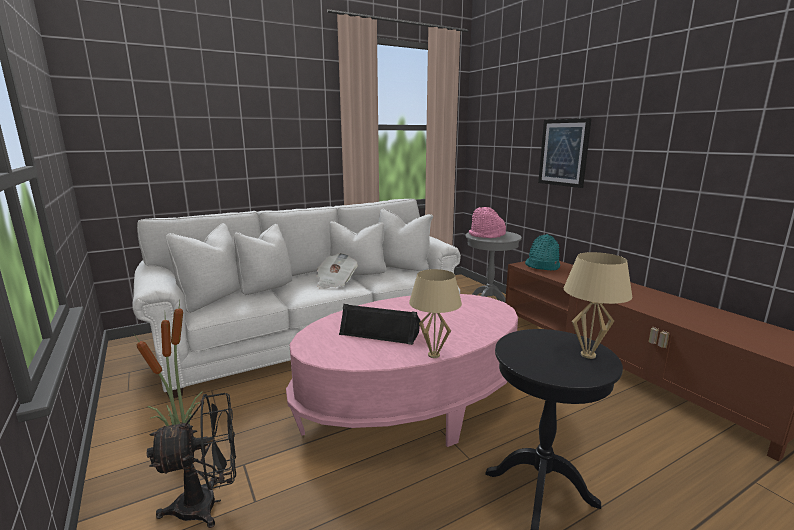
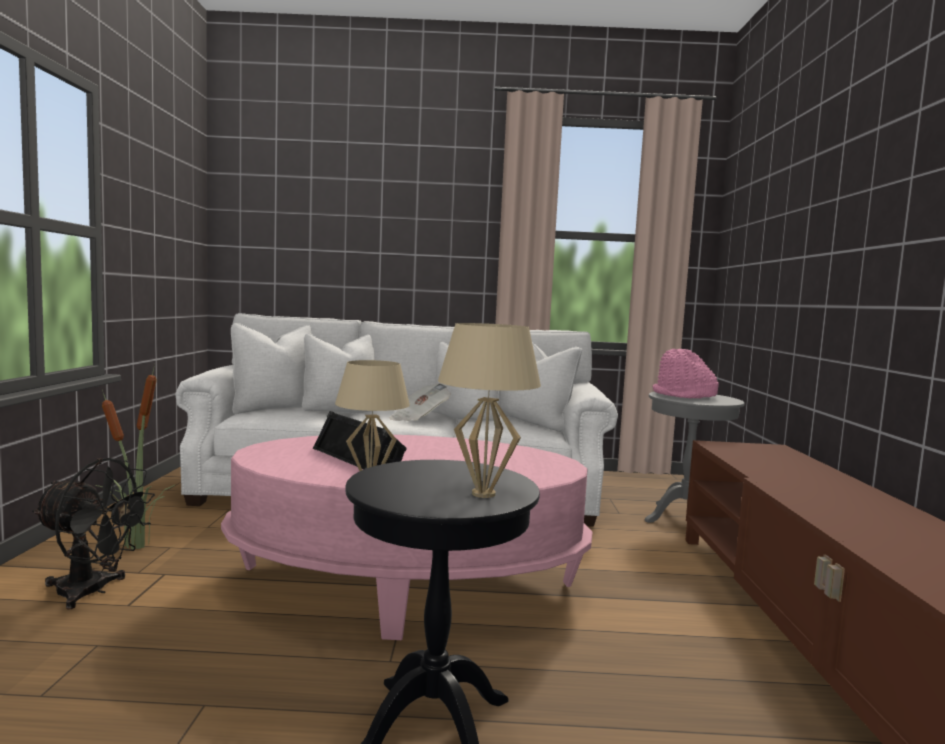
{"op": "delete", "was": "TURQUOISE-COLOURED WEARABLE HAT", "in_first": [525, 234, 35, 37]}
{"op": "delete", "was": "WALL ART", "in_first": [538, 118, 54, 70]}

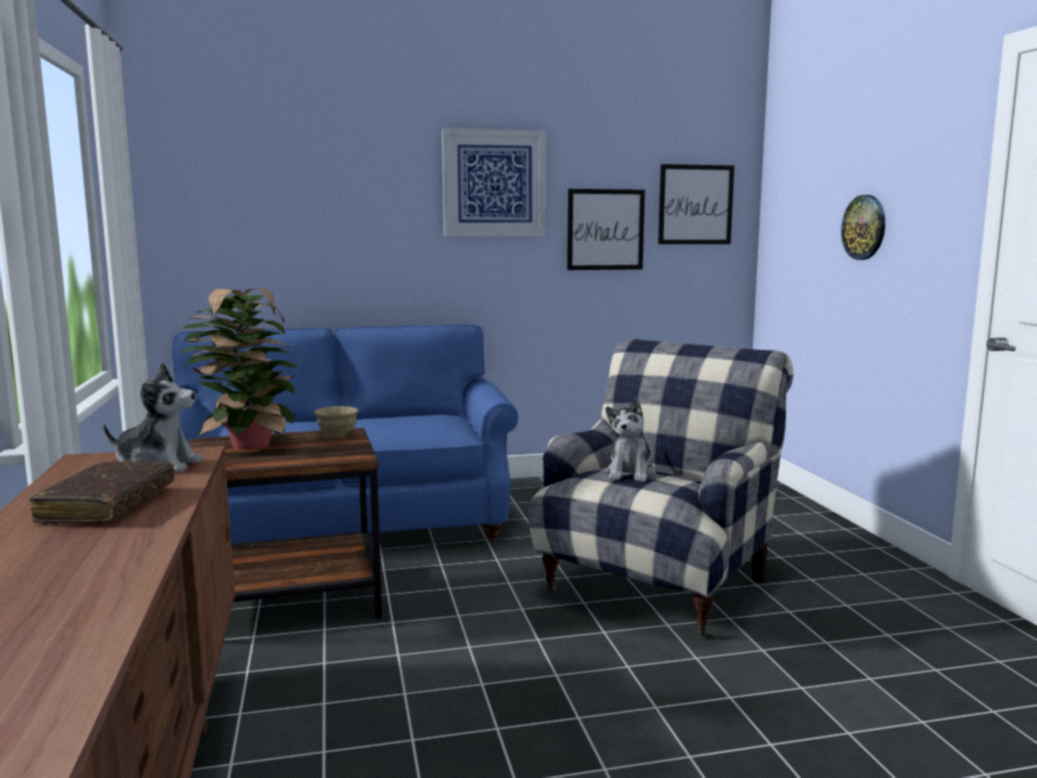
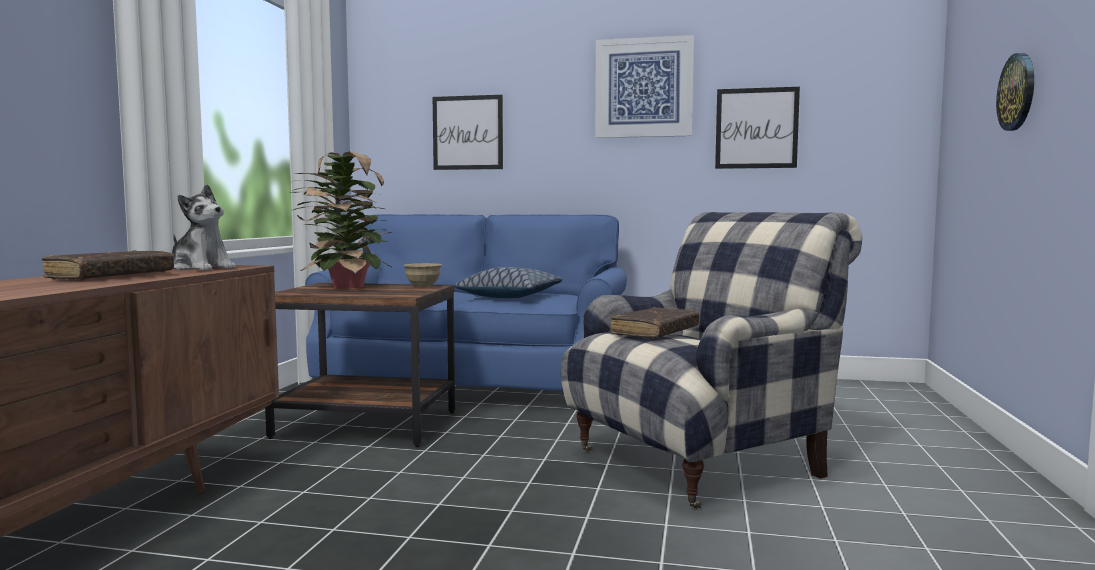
{"op": "insert", "now": "THROW PILLOW", "in_second": [454, 267, 108, 31]}
{"op": "move", "was": "WALL ART", "in_first": [658, 164, 76, 80], "in_second": [433, 95, 70, 75]}
{"op": "replace", "was": "PLUSH TOY", "now": "BROWNISH BOUND BOOK", "in_first": [606, 398, 50, 84], "in_second": [610, 307, 89, 31]}

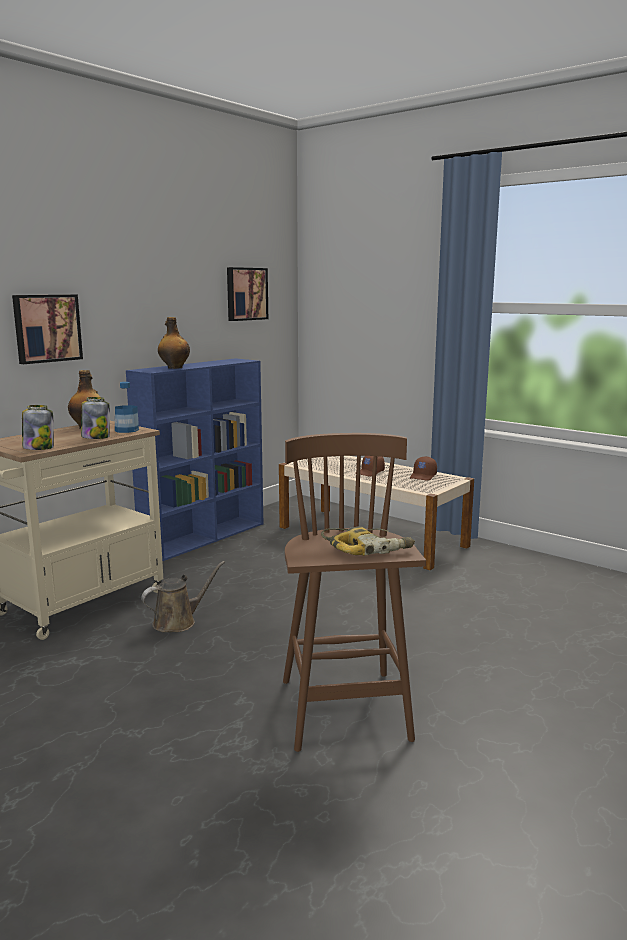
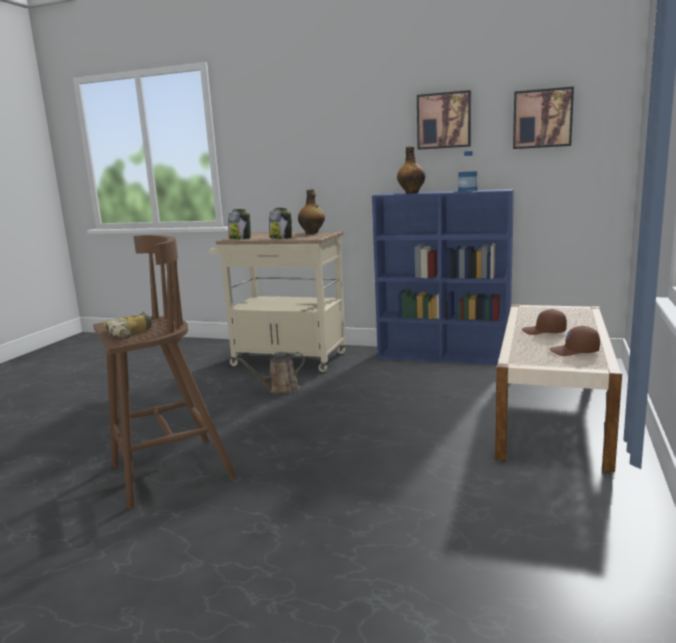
{"op": "move", "was": "WALL ART", "in_first": [12, 294, 71, 70], "in_second": [417, 90, 54, 60]}
{"op": "move", "was": "BEVERAGE BOTTLE", "in_first": [115, 382, 24, 51], "in_second": [458, 151, 20, 41]}
{"op": "rotate", "was": "BROWNISH WATERING CAN", "in_first": [141, 561, 84, 71], "in_second": [235, 352, 70, 42], "clockwise": 120}

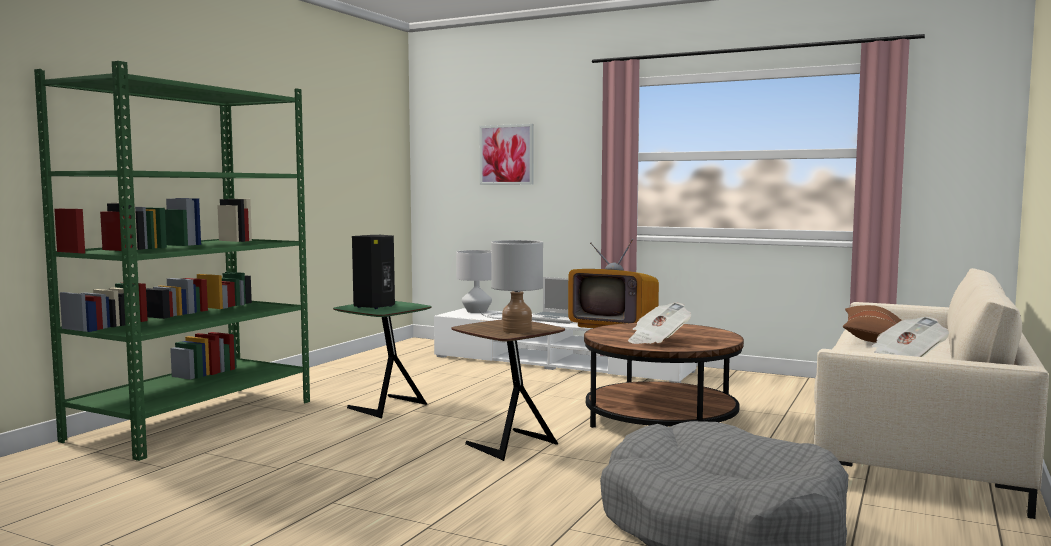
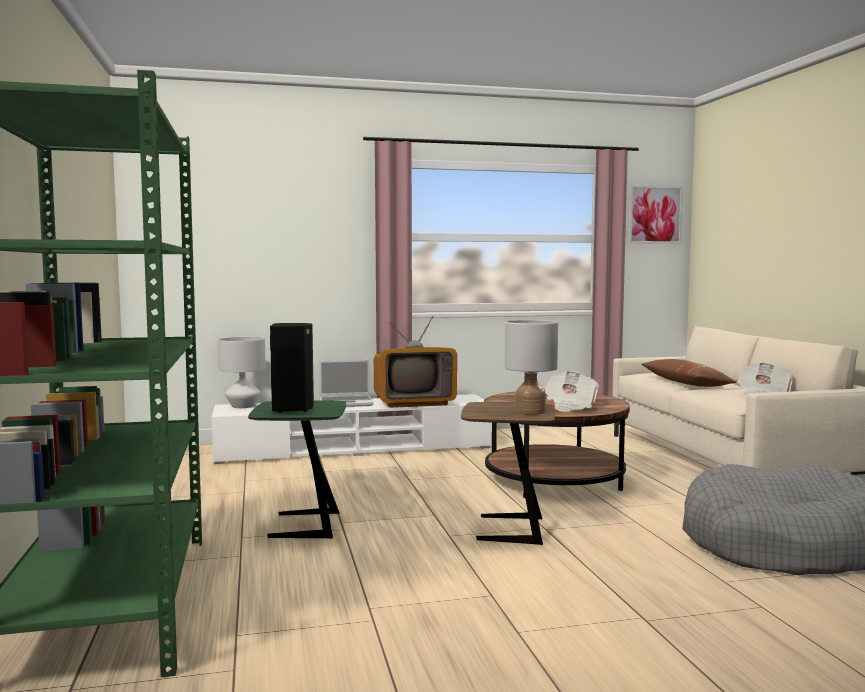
{"op": "move", "was": "WALL ART", "in_first": [479, 124, 54, 61], "in_second": [628, 185, 55, 59]}

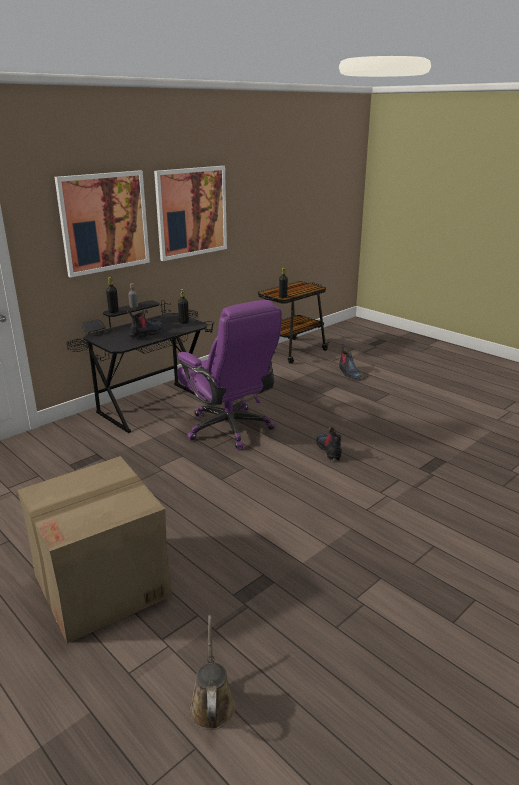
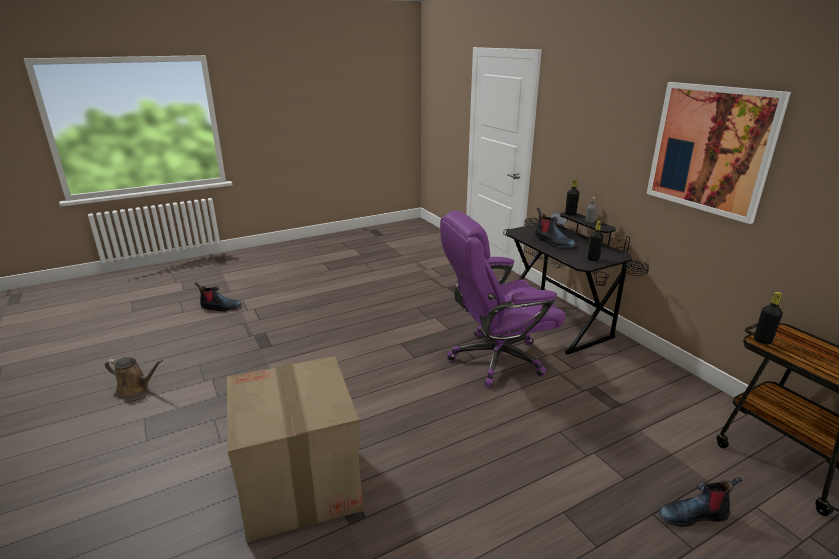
{"op": "delete", "was": "WALL ART", "in_first": [55, 170, 95, 108]}
{"op": "move", "was": "CARTON", "in_first": [17, 456, 155, 187], "in_second": [227, 356, 137, 187]}
{"op": "move", "was": "BROWNISH WATERING CAN", "in_first": [189, 615, 46, 115], "in_second": [105, 357, 58, 40]}
{"op": "move", "was": "BOOT", "in_first": [316, 427, 26, 34], "in_second": [195, 282, 46, 30]}

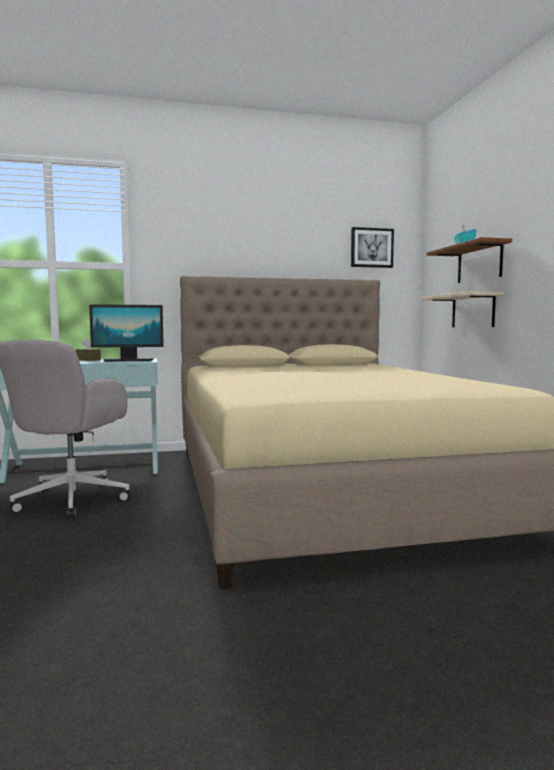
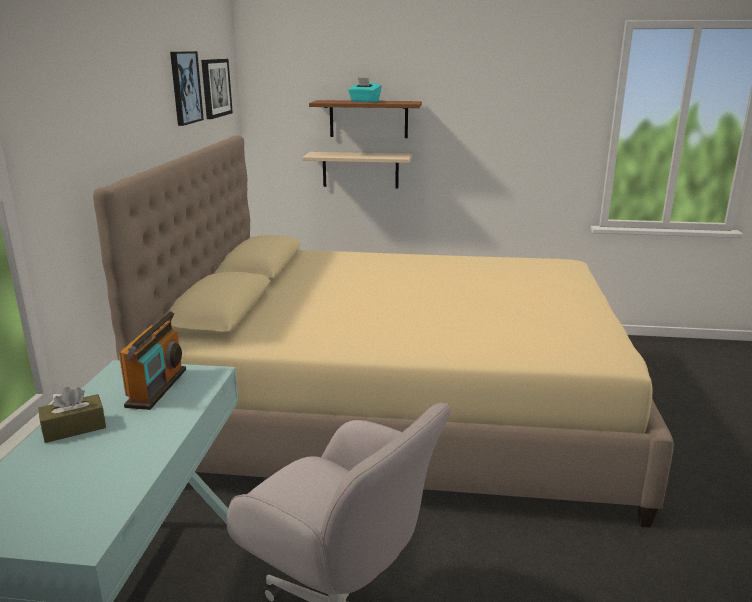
{"op": "insert", "now": "WALL ART", "in_second": [170, 51, 34, 75]}
{"op": "replace", "was": "MONITOR", "now": "RADIO SET", "in_first": [89, 304, 75, 58], "in_second": [119, 311, 67, 99]}

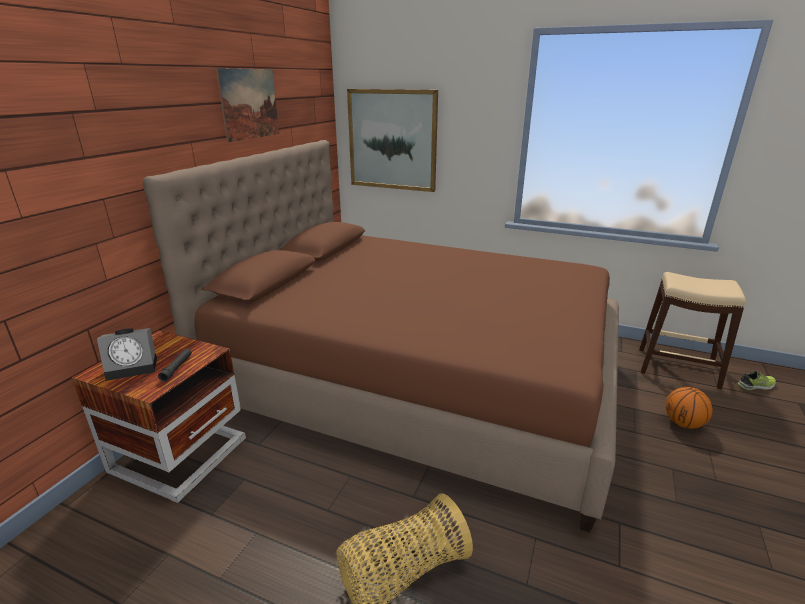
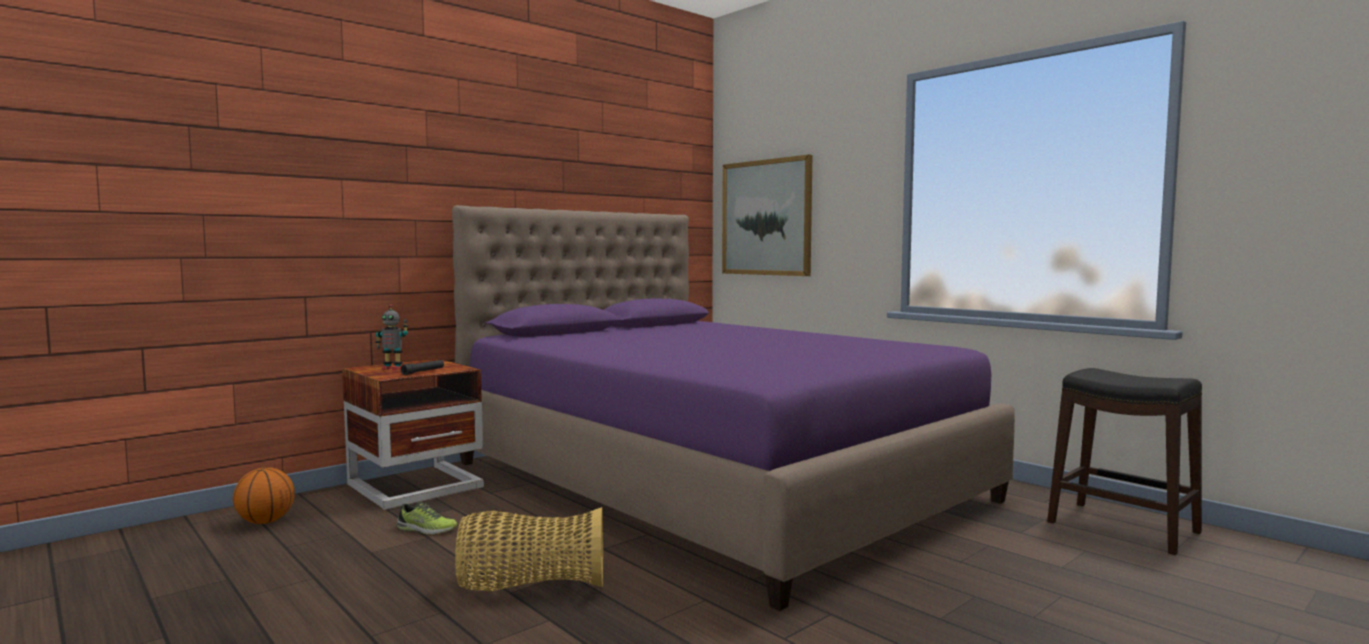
{"op": "delete", "was": "WALL ART", "in_first": [216, 68, 63, 74]}
{"op": "move", "was": "BASKETBALL", "in_first": [666, 387, 47, 42], "in_second": [233, 467, 62, 57]}
{"op": "move", "was": "LOW SHOE", "in_first": [738, 371, 38, 20], "in_second": [396, 501, 61, 34]}
{"op": "replace", "was": "ALARM CLOCK", "now": "ROBOT FIGURE", "in_first": [97, 328, 60, 53], "in_second": [375, 304, 33, 66]}
{"op": "recolor", "was": "BROWNISH BED", "now": "PURPLISH BED", "in_first": [143, 140, 476, 393], "in_second": [452, 205, 563, 406]}
{"op": "recolor", "was": "BEIGE-COLOURED STOOL SEAT", "now": "BLACK STOOL SEAT", "in_first": [639, 272, 107, 117], "in_second": [1047, 368, 155, 187]}

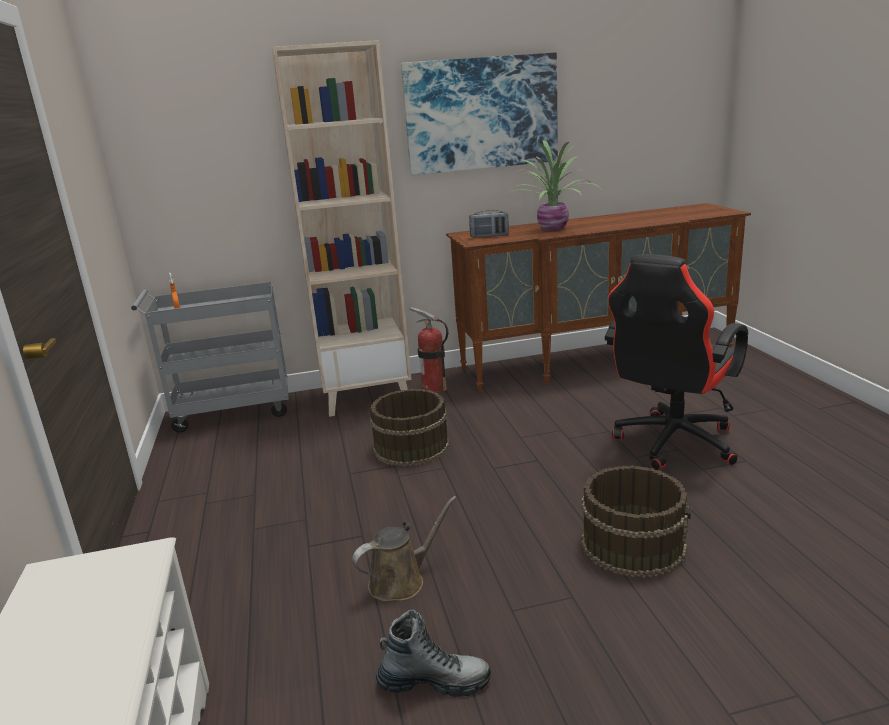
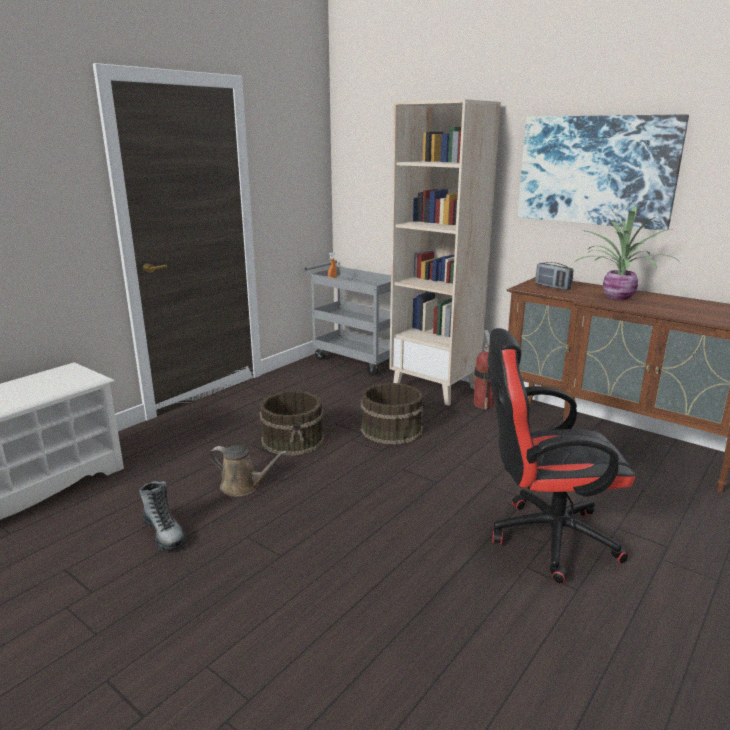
{"op": "move", "was": "BROWNISH WATER BUCKET", "in_first": [581, 465, 111, 113], "in_second": [259, 391, 65, 65]}

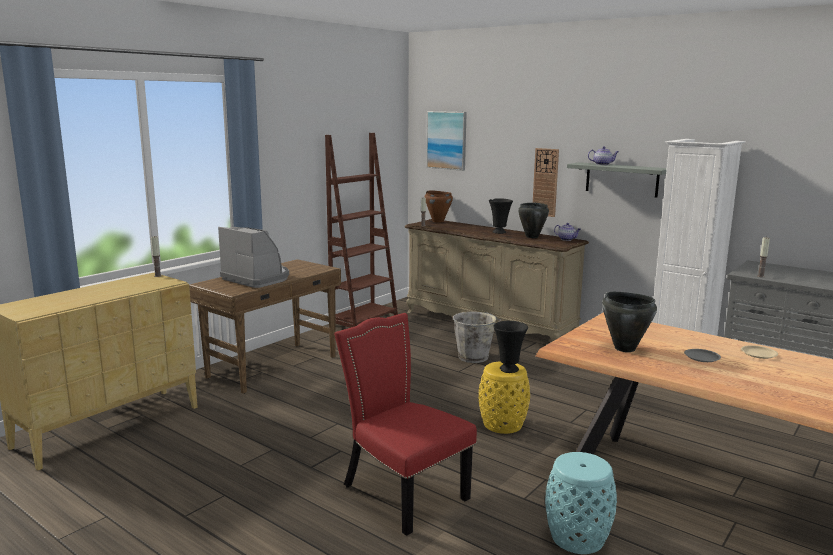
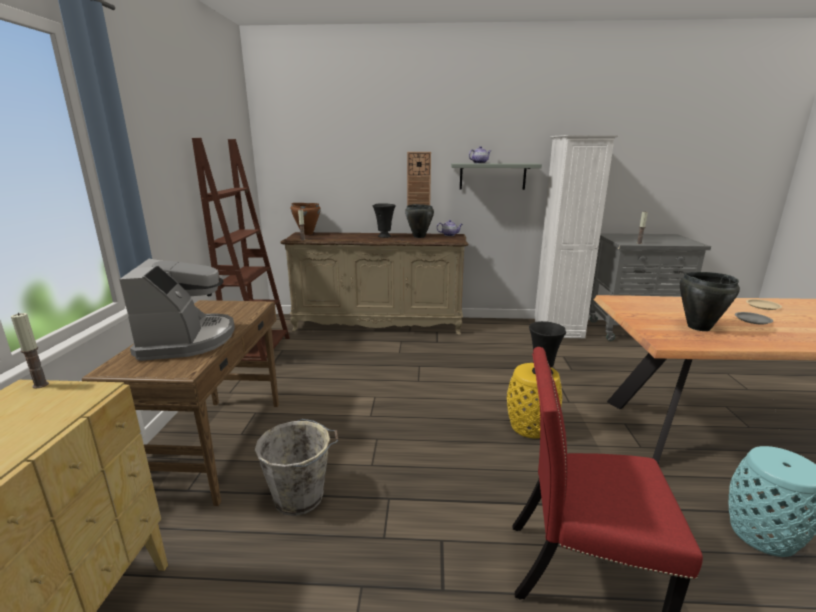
{"op": "delete", "was": "WALL ART", "in_first": [426, 111, 41, 60]}
{"op": "move", "was": "GRAY WATER BUCKET", "in_first": [453, 312, 49, 51], "in_second": [255, 419, 84, 97]}
{"op": "rotate", "was": "COFFEE MAKER", "in_first": [218, 227, 71, 61], "in_second": [119, 259, 116, 102], "clockwise": 75}

